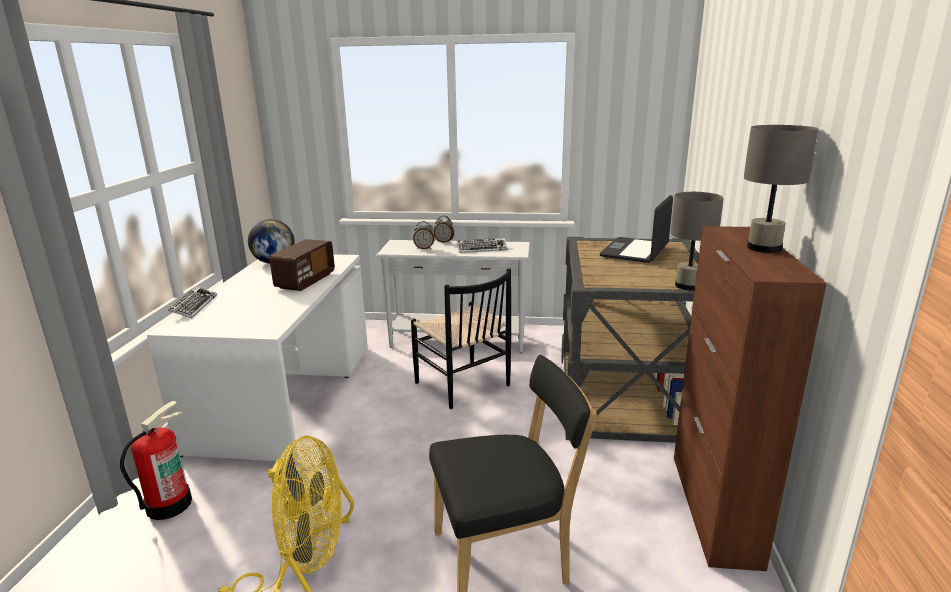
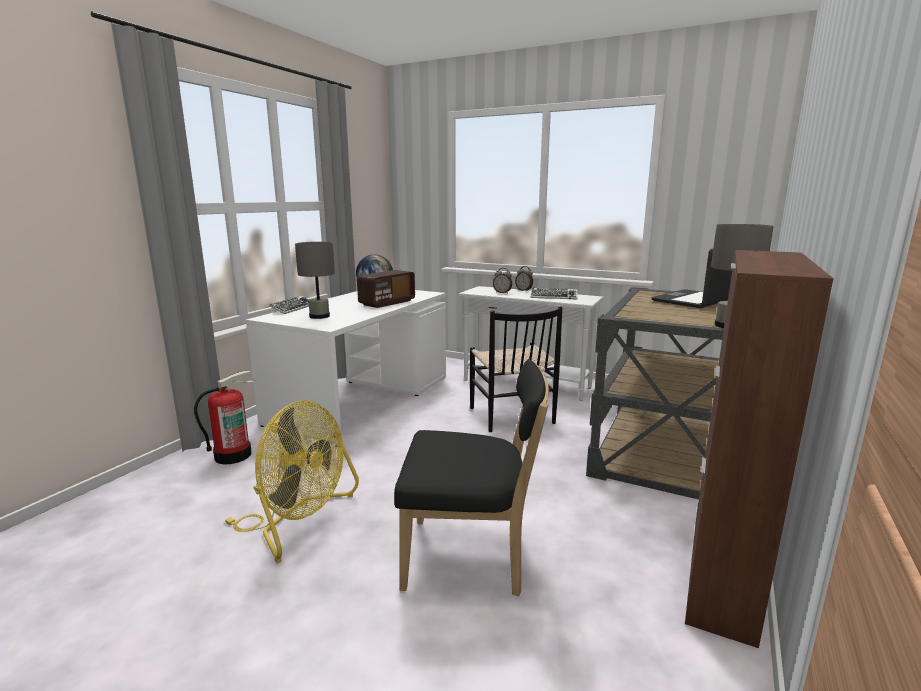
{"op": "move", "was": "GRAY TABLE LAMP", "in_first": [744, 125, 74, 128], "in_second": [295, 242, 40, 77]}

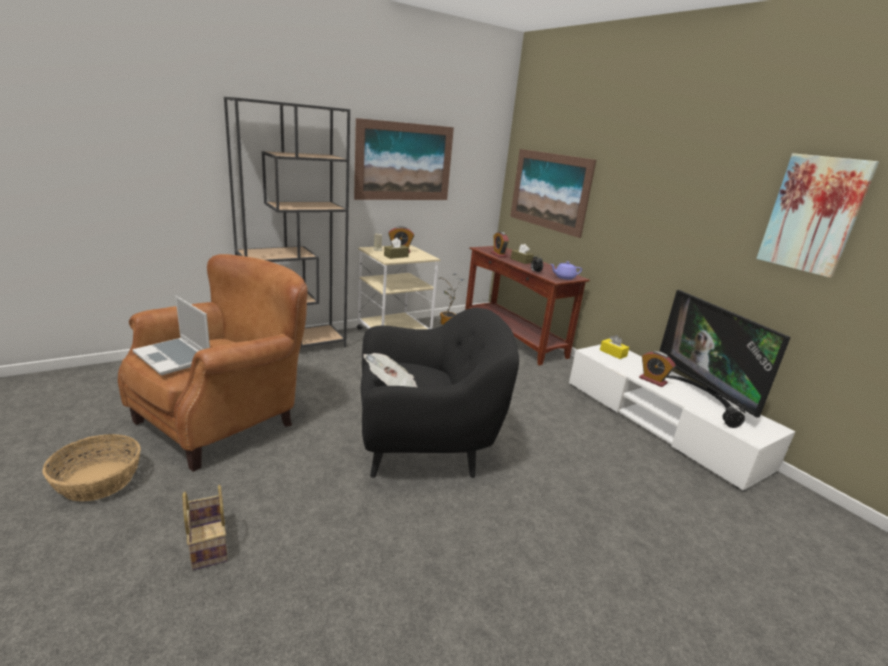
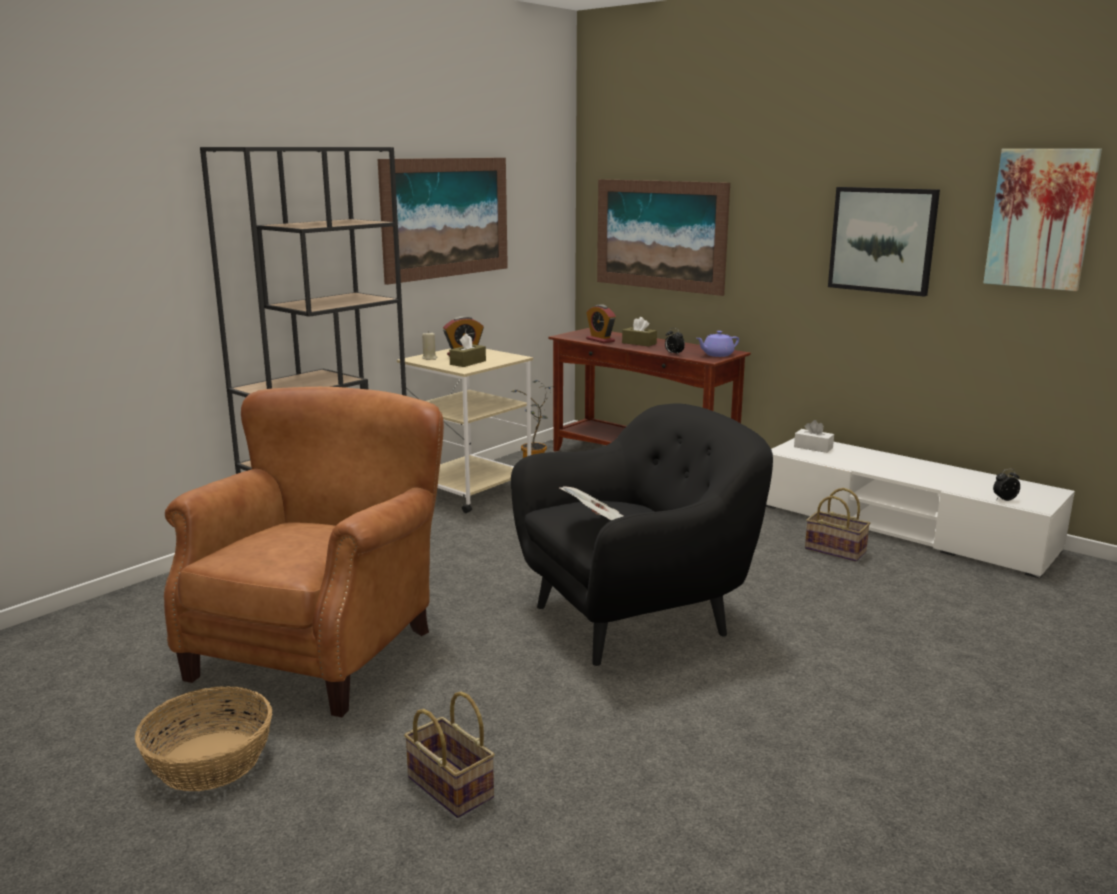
{"op": "delete", "was": "LAPTOP", "in_first": [132, 296, 78, 80]}
{"op": "delete", "was": "ALARM CLOCK", "in_first": [639, 351, 37, 36]}
{"op": "delete", "was": "TV SET", "in_first": [659, 290, 132, 128]}
{"op": "insert", "now": "HOUSEHOLD BASKET", "in_second": [805, 488, 66, 74]}
{"op": "insert", "now": "WALL ART", "in_second": [828, 187, 112, 110]}
{"op": "recolor", "was": "YELLOWISH TISSUE BOX", "now": "WHITISH TISSUE BOX", "in_first": [600, 335, 29, 24], "in_second": [794, 420, 40, 33]}

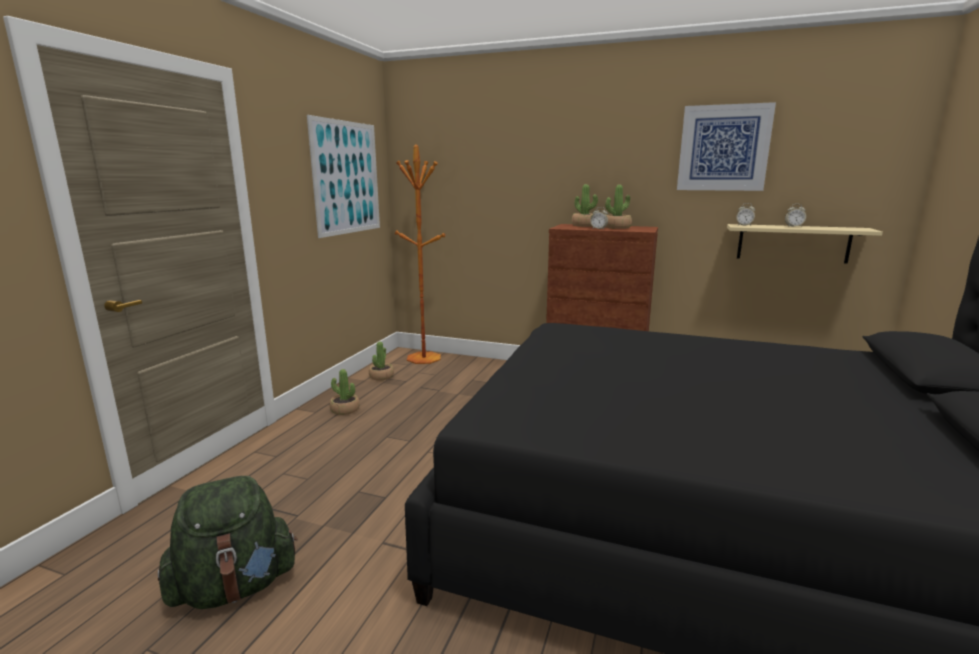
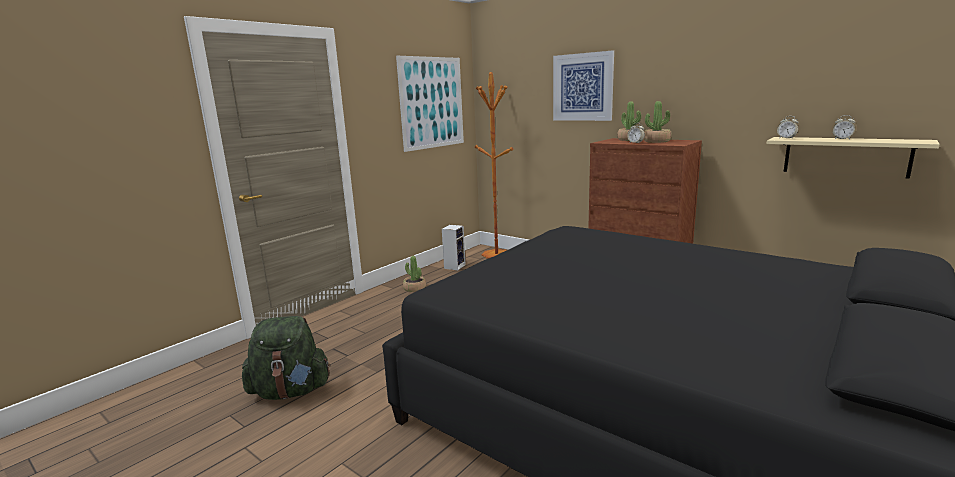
{"op": "move", "was": "WALL ART", "in_first": [677, 102, 99, 89], "in_second": [553, 50, 61, 71]}
{"op": "replace", "was": "HOUSEPLANT", "now": "SPEAKER", "in_first": [369, 341, 25, 40], "in_second": [442, 225, 24, 45]}

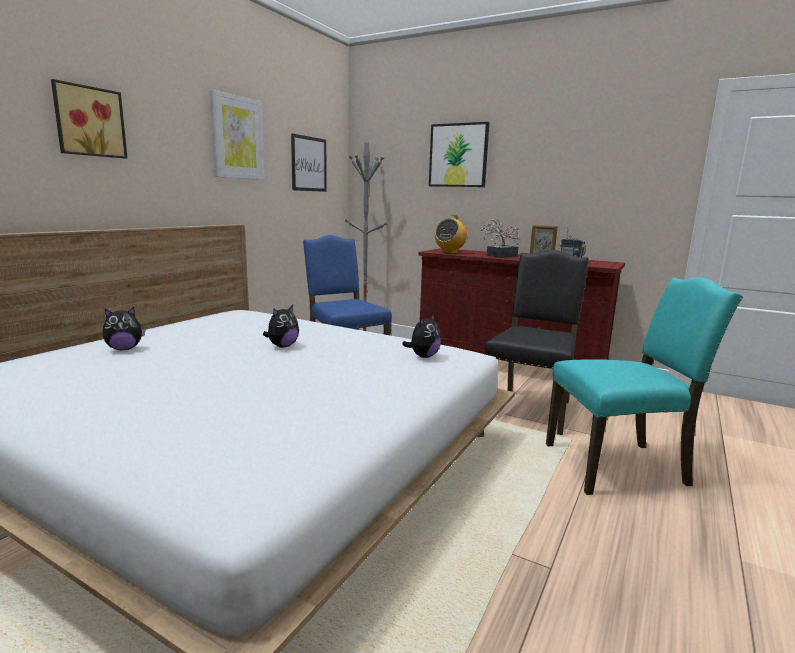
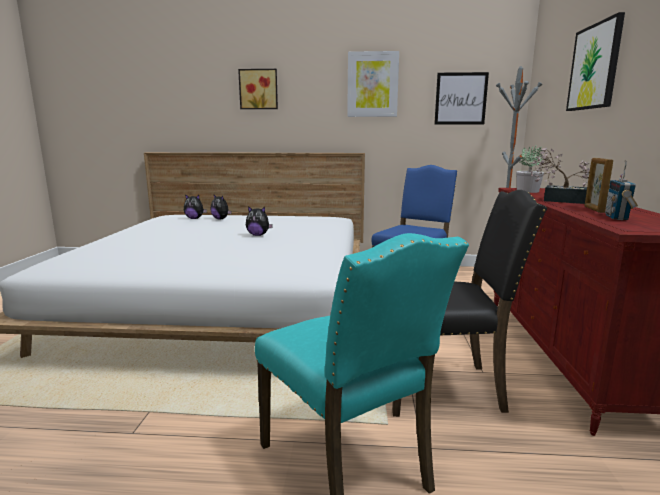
{"op": "move", "was": "PLUSH TOY", "in_first": [402, 314, 39, 44], "in_second": [184, 194, 23, 25]}
{"op": "replace", "was": "RADIO SET", "now": "HOUSEPLANT", "in_first": [435, 215, 32, 39], "in_second": [516, 145, 28, 48]}

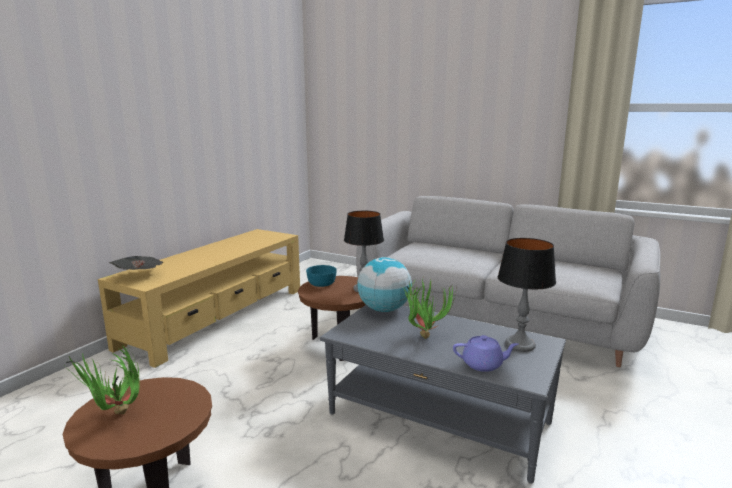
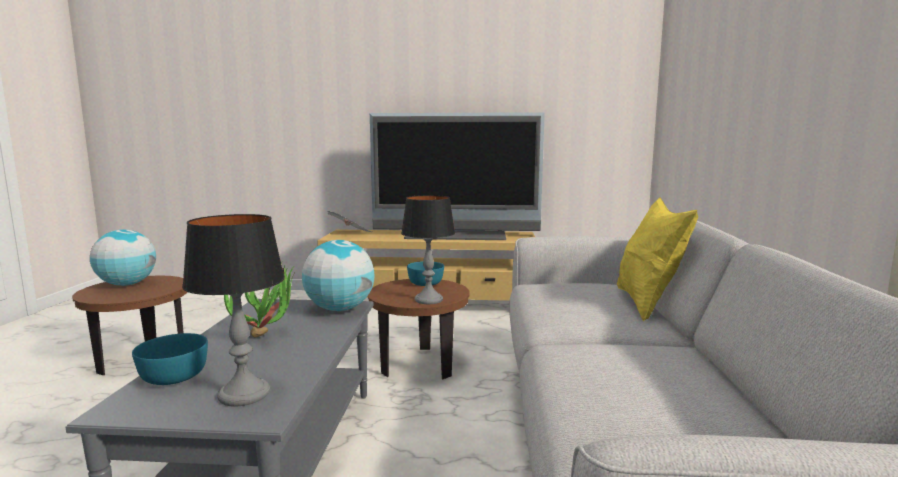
{"op": "insert", "now": "TV SET", "in_second": [370, 112, 175, 128]}
{"op": "insert", "now": "YELLOWISH THROW PILLOW", "in_second": [617, 198, 81, 123]}
{"op": "replace", "was": "HOUSEPLANT", "now": "GLOBE", "in_first": [65, 345, 74, 69], "in_second": [90, 229, 66, 57]}
{"op": "replace", "was": "PURPLISH TEA POT", "now": "TURQUOISE-COLOURED BOWL", "in_first": [453, 335, 66, 37], "in_second": [132, 333, 76, 52]}

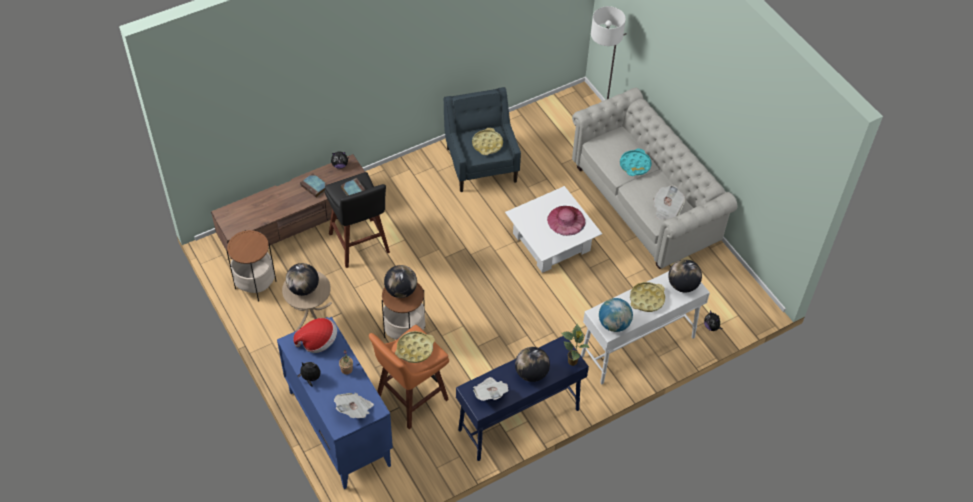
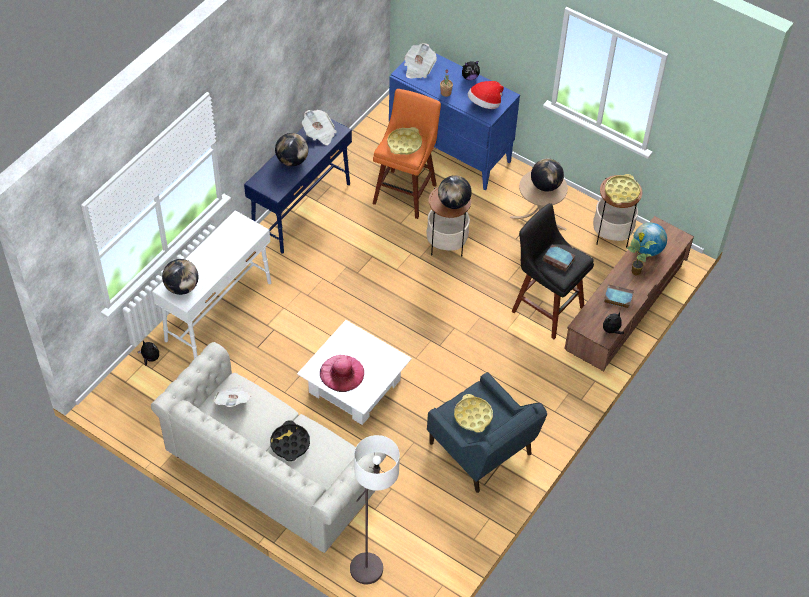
{"op": "move", "was": "HOUSEPLANT", "in_first": [562, 324, 28, 42], "in_second": [627, 233, 31, 42]}
{"op": "move", "was": "GLOBE", "in_first": [599, 298, 34, 34], "in_second": [634, 223, 33, 33]}
{"op": "move", "was": "YELLOWISH TRAY", "in_first": [630, 282, 35, 30], "in_second": [605, 174, 35, 30]}
{"op": "recolor", "was": "TURQUOISE-COLOURED TRAY", "now": "BLACK TRAY", "in_first": [620, 148, 32, 28], "in_second": [270, 420, 40, 41]}

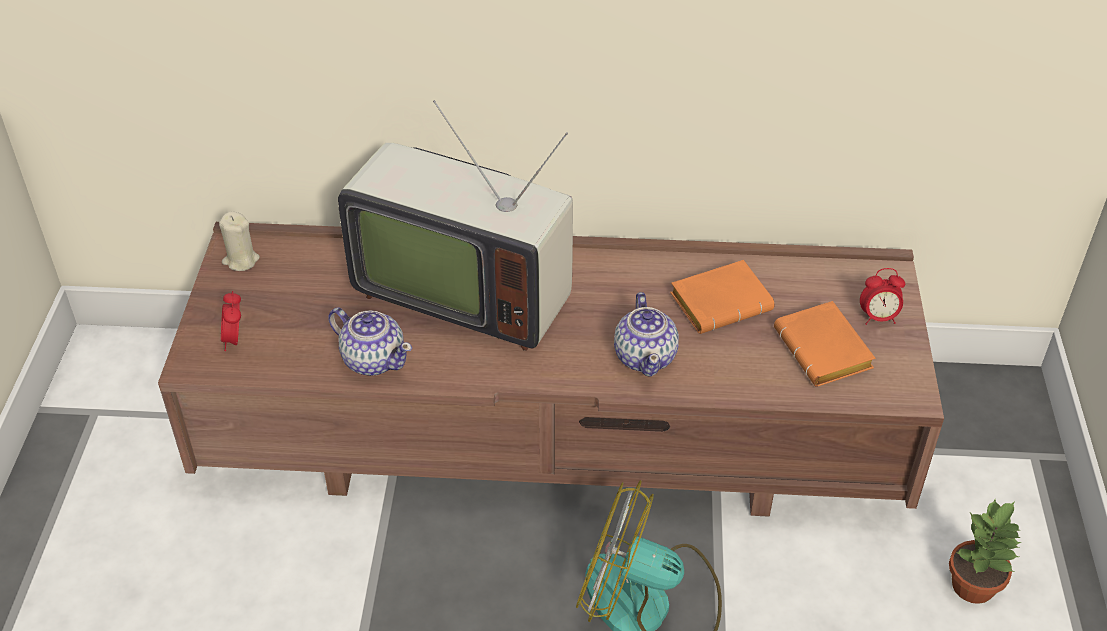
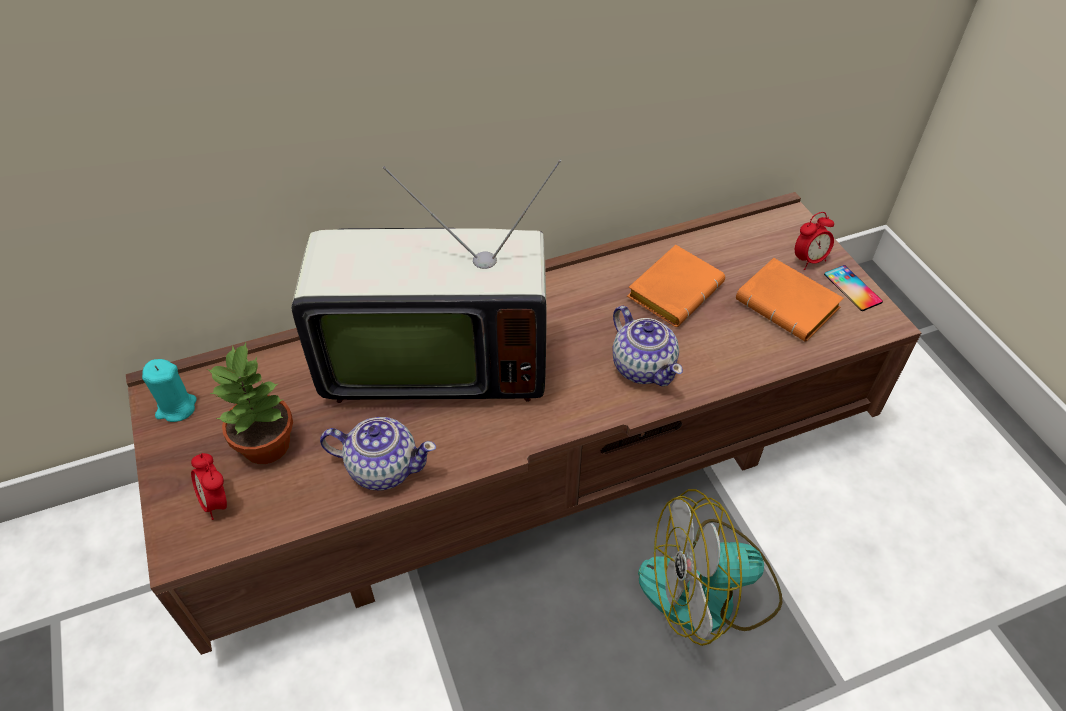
{"op": "insert", "now": "HANDSET", "in_second": [824, 265, 59, 46]}
{"op": "move", "was": "HOUSEPLANT", "in_first": [949, 499, 72, 105], "in_second": [207, 342, 86, 122]}
{"op": "recolor", "was": "BEIGE-COLOURED WAX CANDLE", "now": "TURQUOISE-COLOURED WAX CANDLE", "in_first": [219, 211, 41, 60], "in_second": [142, 359, 55, 63]}

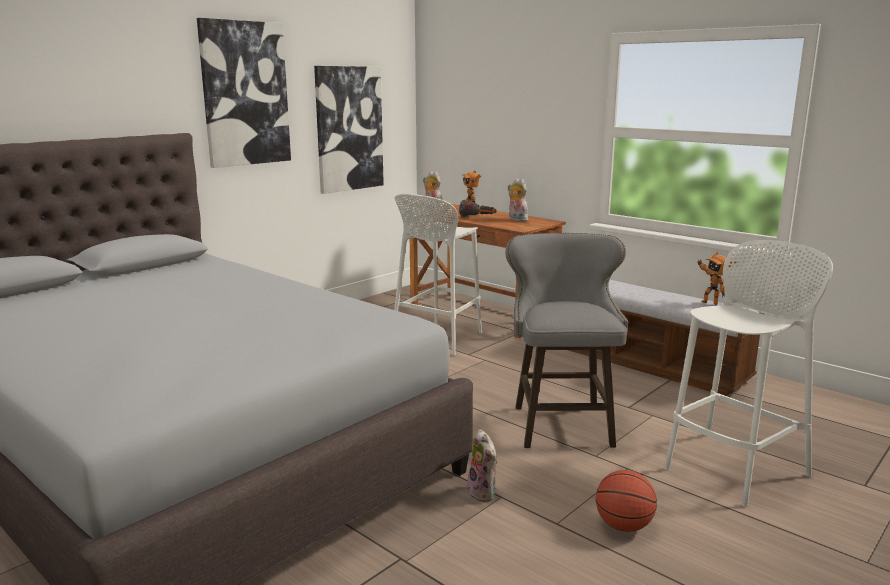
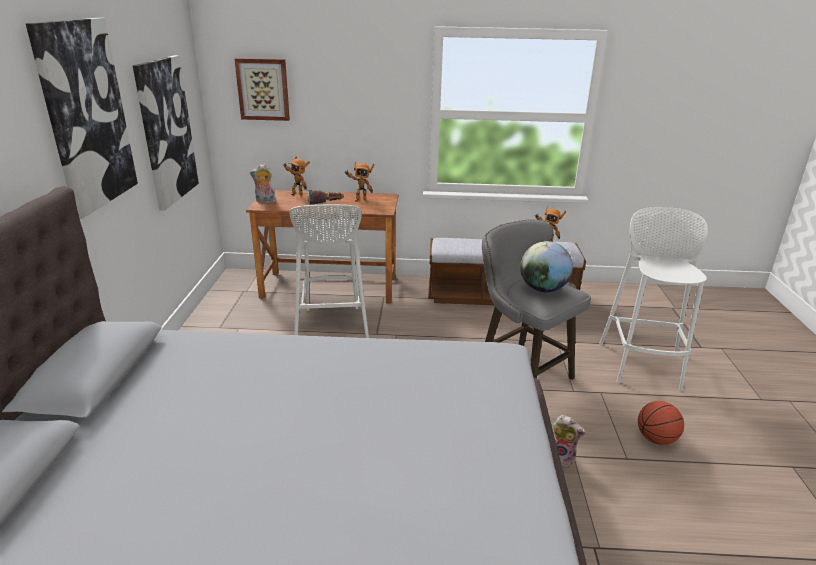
{"op": "insert", "now": "WALL ART", "in_second": [235, 58, 55, 63]}
{"op": "insert", "now": "GLOBE", "in_second": [520, 241, 53, 51]}
{"op": "replace", "was": "PLUSH TOY", "now": "ROBOT FIGURE", "in_first": [508, 178, 23, 43], "in_second": [344, 161, 30, 40]}

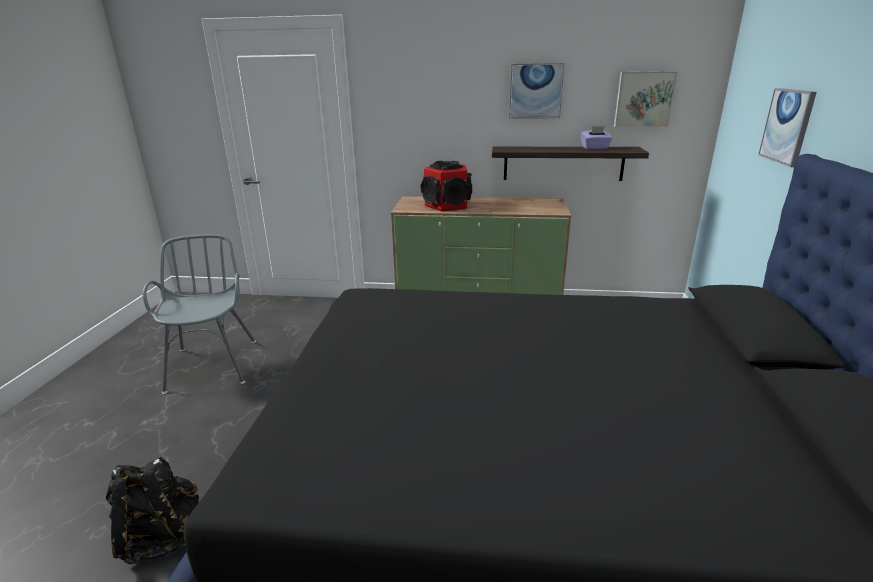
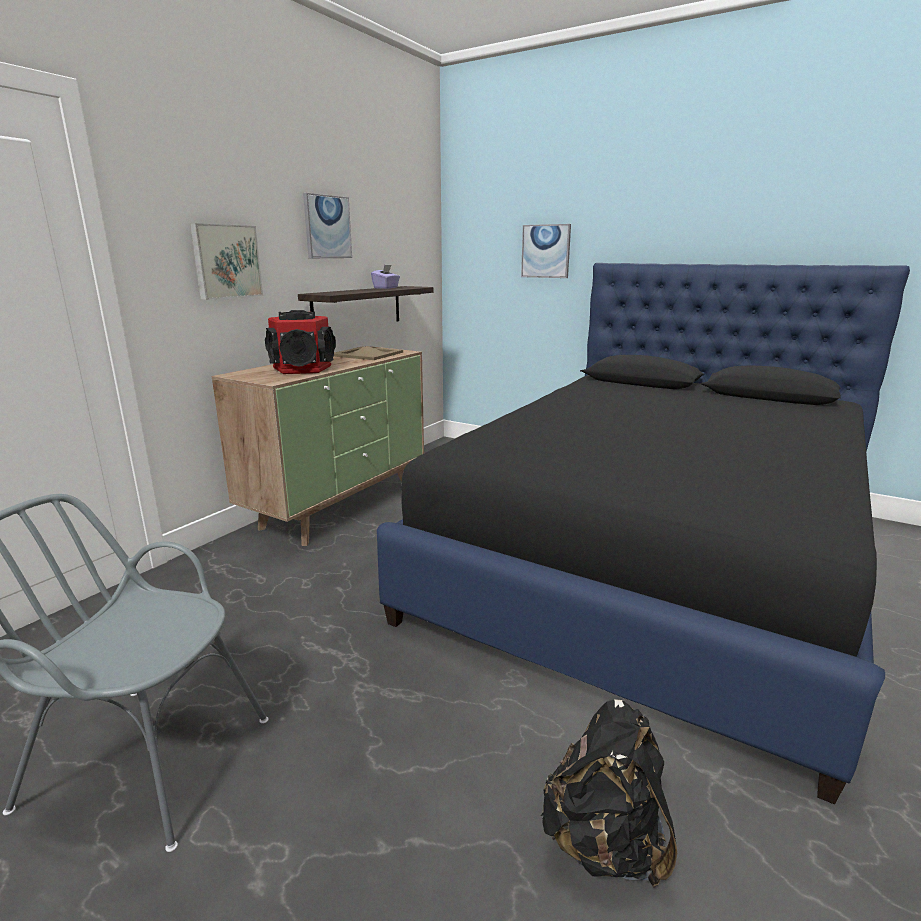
{"op": "insert", "now": "BEIGE-COLOURED TRAY", "in_second": [334, 346, 69, 14]}
{"op": "move", "was": "WALL ART", "in_first": [614, 71, 64, 56], "in_second": [190, 223, 73, 77]}

